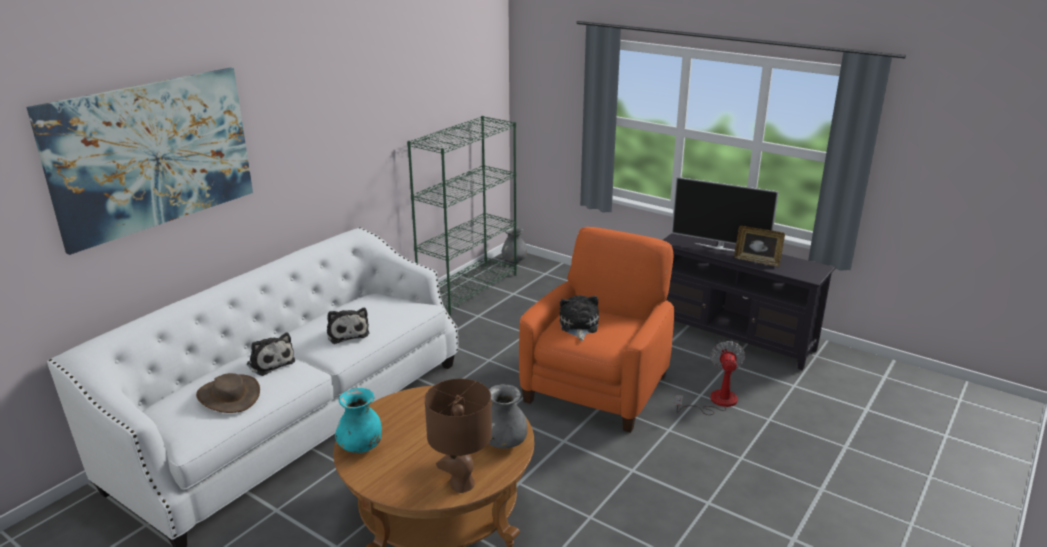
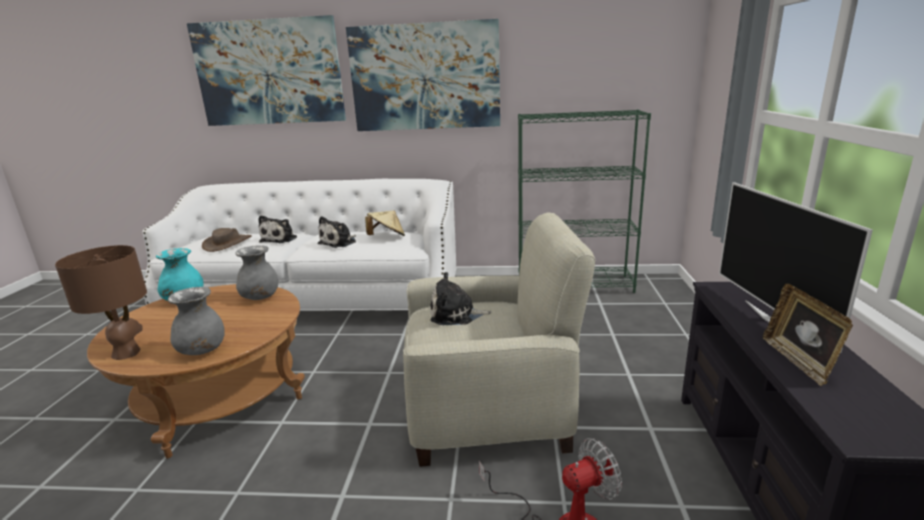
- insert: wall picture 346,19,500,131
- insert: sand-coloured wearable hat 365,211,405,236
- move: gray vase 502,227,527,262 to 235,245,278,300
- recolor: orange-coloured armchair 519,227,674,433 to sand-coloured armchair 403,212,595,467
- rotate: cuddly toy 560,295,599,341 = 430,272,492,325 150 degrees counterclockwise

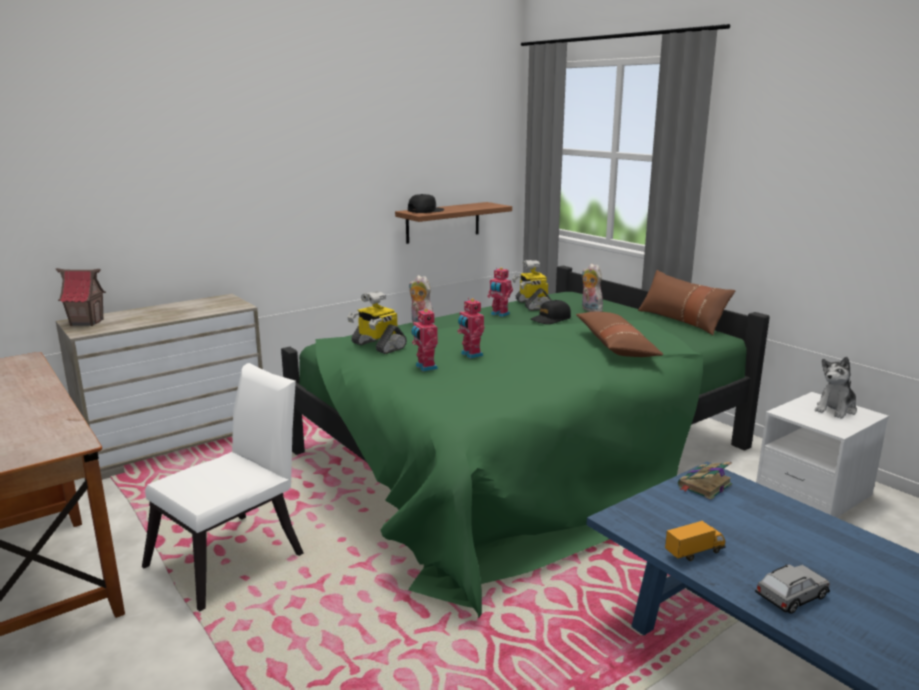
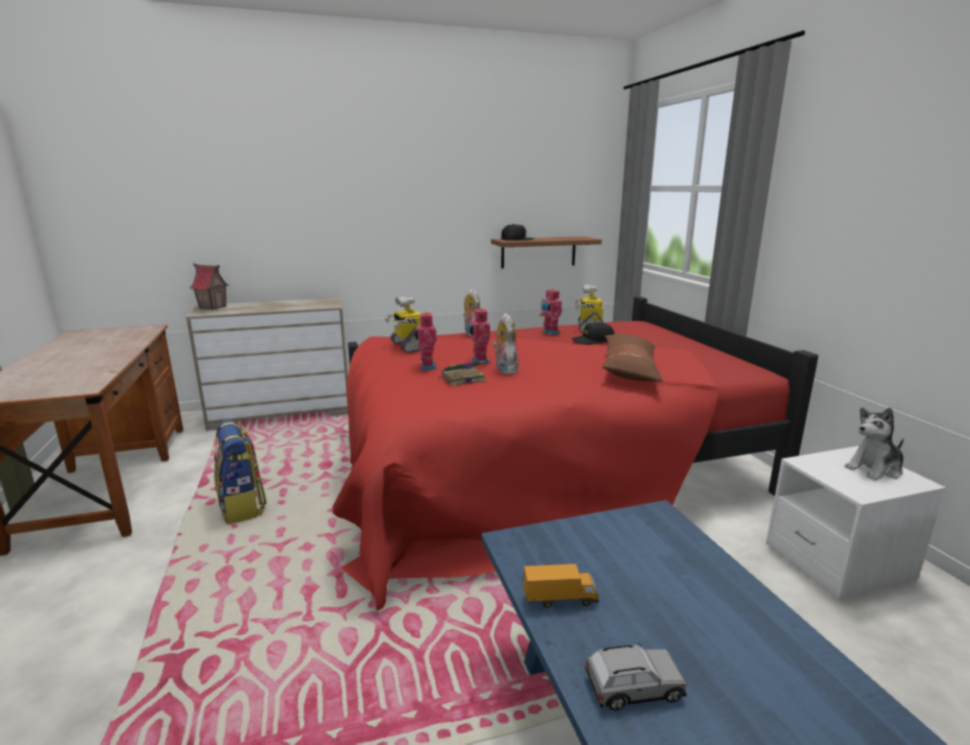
- delete: brown-coloured cushion 638,270,736,335
- move: cuddly toy 582,264,603,312 to 493,313,519,375
- move: volume 678,462,732,500 to 437,361,486,386
- replace: white plain chair 142,363,303,611 to backpack 214,420,267,524
- recolor: green bed 281,266,770,618 to reddish bed 332,296,818,611

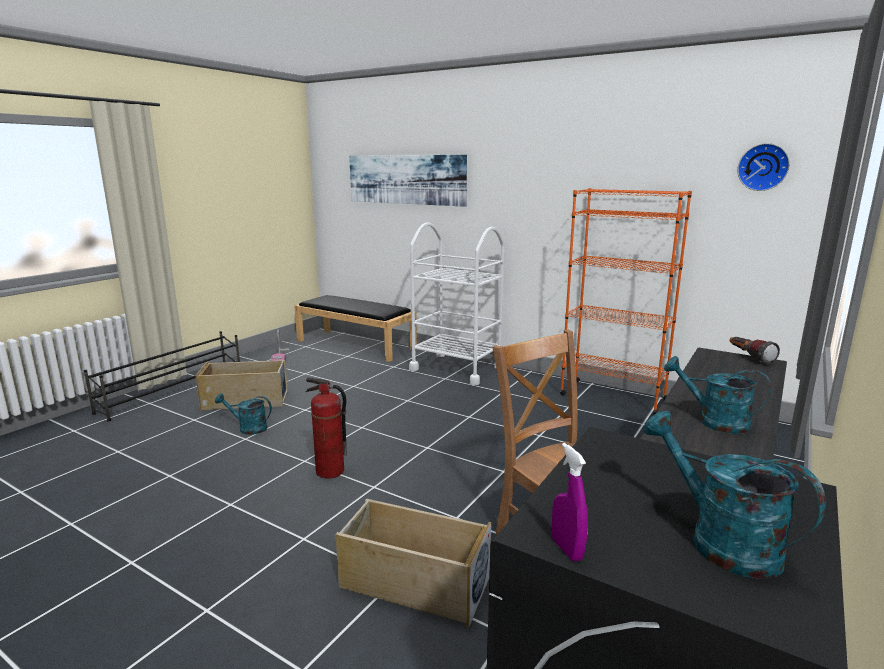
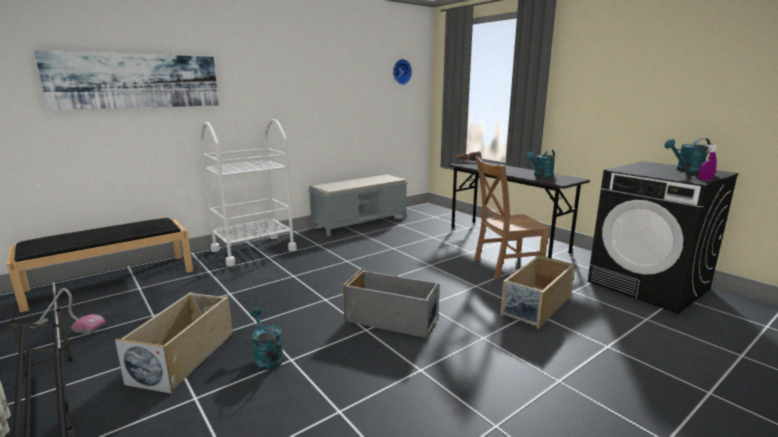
- replace: fire extinguisher 306,377,347,479 to gray storage bin 343,268,440,338
- replace: orange-coloured bookcase 560,188,692,415 to gray bench 308,174,408,236
- rotate: turquoise watering can 215,393,272,435 = 250,308,284,370 120 degrees clockwise

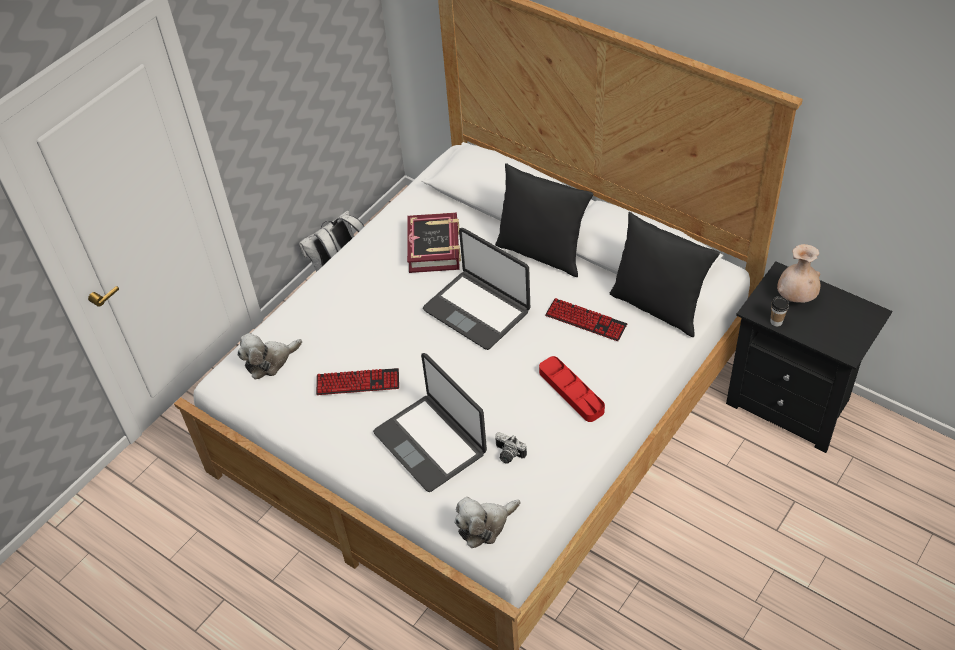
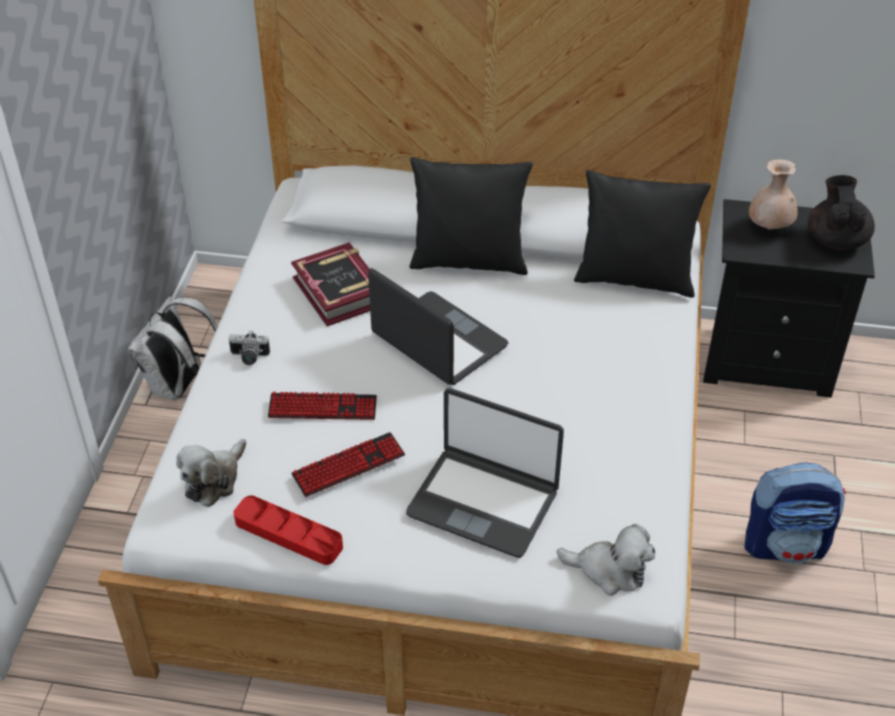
- delete: small cup 770,296,789,326
- insert: backpack 745,462,846,564
- insert: black pot for tea 808,175,875,250
- move: still camera 495,432,527,464 to 229,331,270,365
- move: reddish carrying tray 539,356,605,422 to 234,495,343,565
- move: PC keyboard 545,298,627,341 to 268,392,377,420
- rotate: portable computer 423,228,530,350 = 368,268,509,385 150 degrees counterclockwise
- rotate: cuddly toy 455,497,520,548 = 557,524,655,596 105 degrees counterclockwise

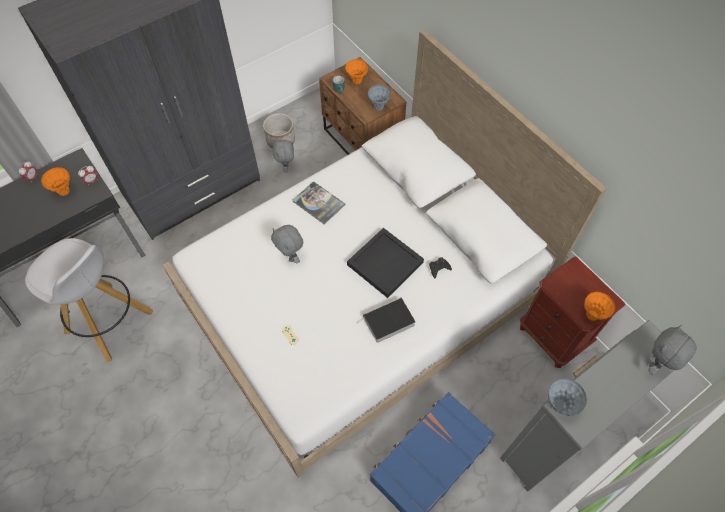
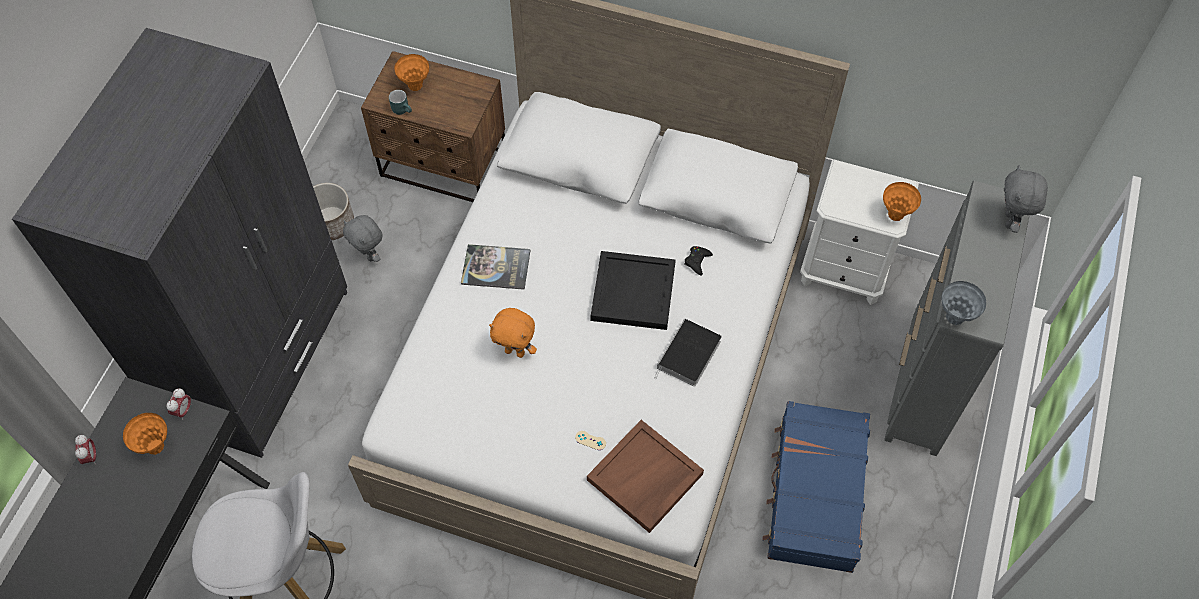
- delete: gray vase 368,85,391,111
- insert: brown-coloured carrying tray 587,420,704,533
- recolor: gray cuddly toy 271,225,303,264 to orange-coloured cuddly toy 489,308,537,358
- recolor: brown-coloured bedside table 520,256,625,368 to white bedside table 800,160,919,305

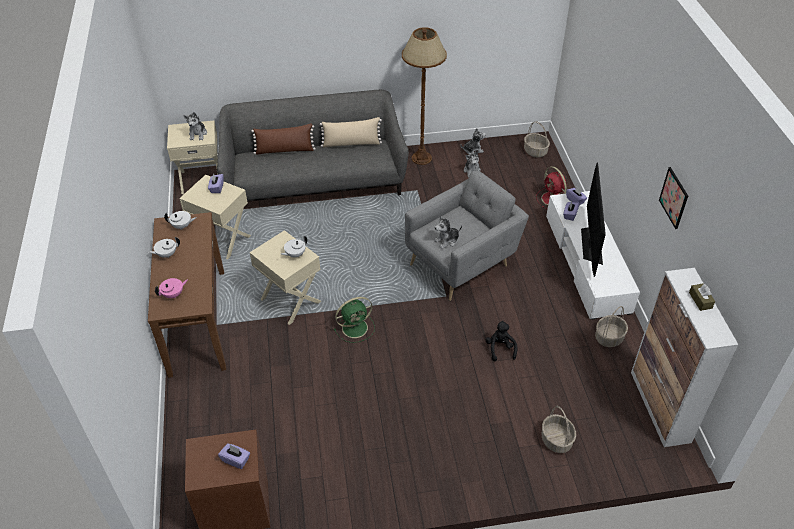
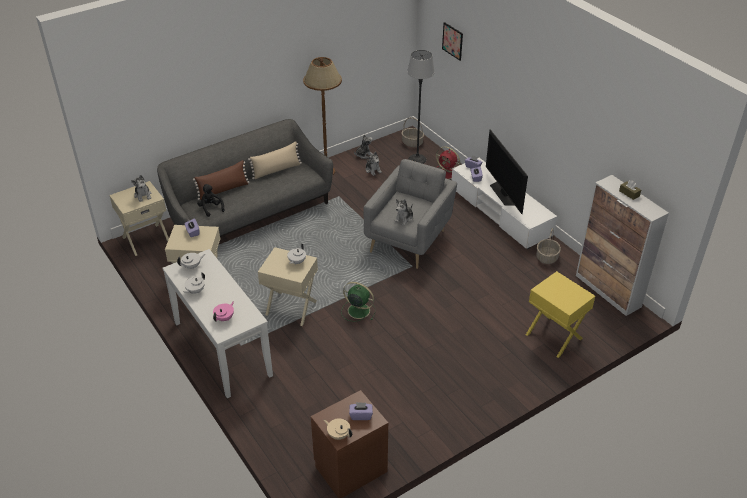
- insert: sand-coloured pot for tea 324,418,352,440
- insert: standard lamp 407,50,435,164
- move: black cuddly toy 485,321,517,361 to 197,184,224,217
- move: wall picture 659,167,688,229 to 442,22,463,61
- replace: household basket 542,406,576,453 to yellow-coloured side table 526,271,595,358
- recolor: brown-coloured narrow table 148,212,226,378 to white narrow table 162,249,273,398
- rotate: green cooling fan 334,297,375,343 = 341,282,375,321 105 degrees counterclockwise

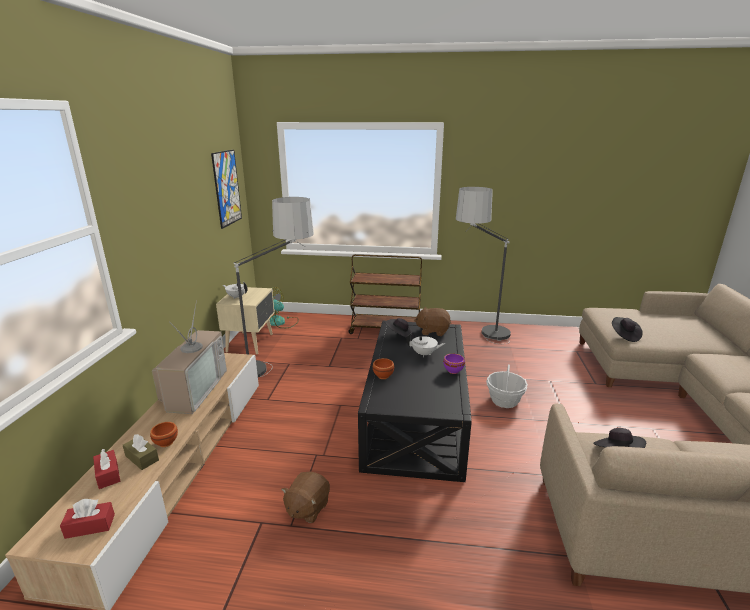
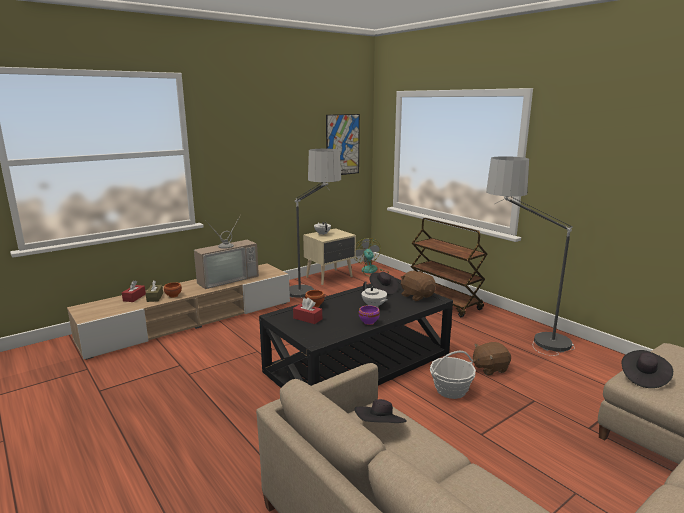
- move: reddish tissue holder 60,499,115,539 to 293,298,322,324
- move: brown-coloured cuddly toy 281,472,330,523 to 473,342,511,376

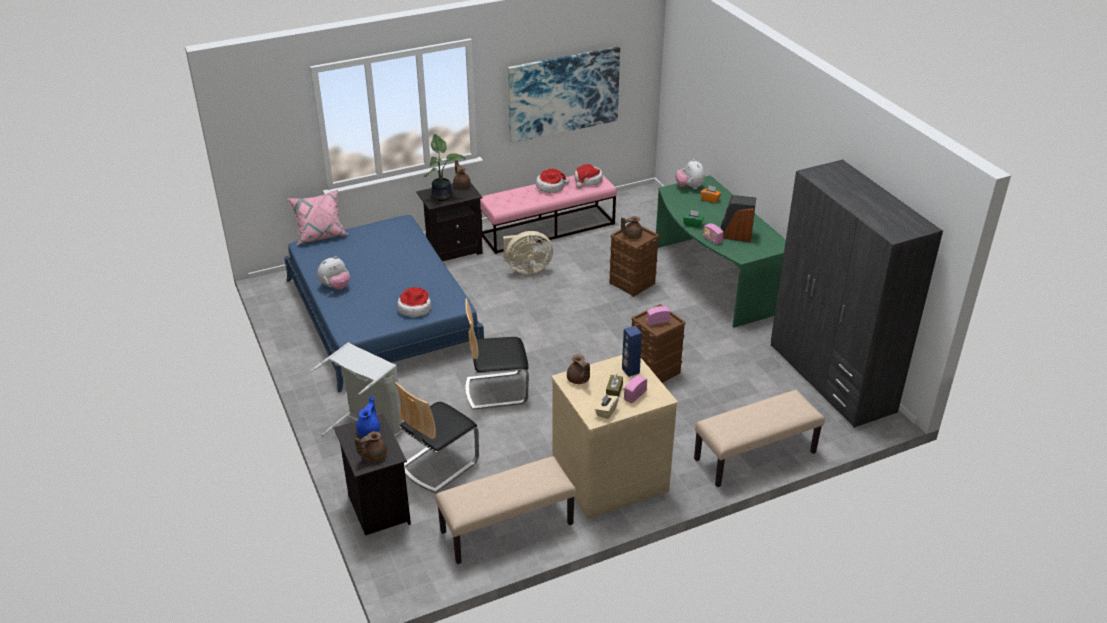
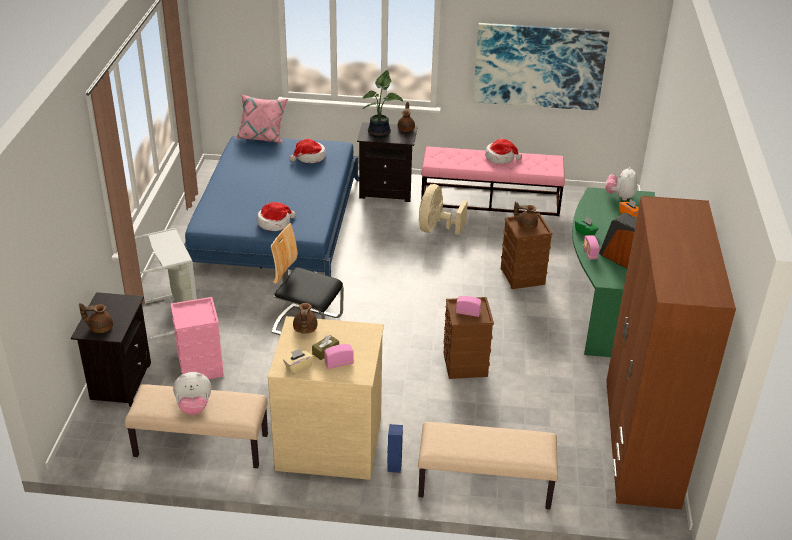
- delete: blue-coloured pot for tea 356,396,380,437
- move: cuddly toy 317,256,350,289 to 173,372,211,415
- move: wearable hat 575,164,603,188 to 290,139,326,163
- move: blue-coloured loudspeaker 622,326,642,377 to 387,424,403,473
- replace: plain chair 395,382,479,493 to pink-coloured storage bin 170,297,224,379
- recolor: gray clothes cupboard 771,160,943,428 to brown-coloured clothes cupboard 606,196,736,509
- rotate: sand-coloured cooling fan 503,231,553,274 = 419,184,468,235 90 degrees clockwise

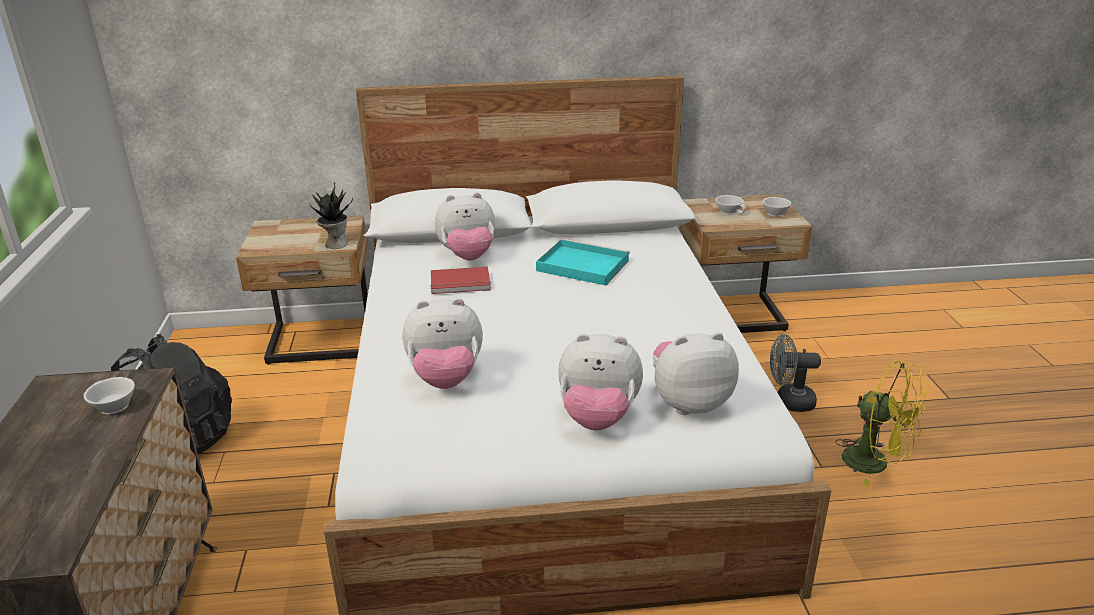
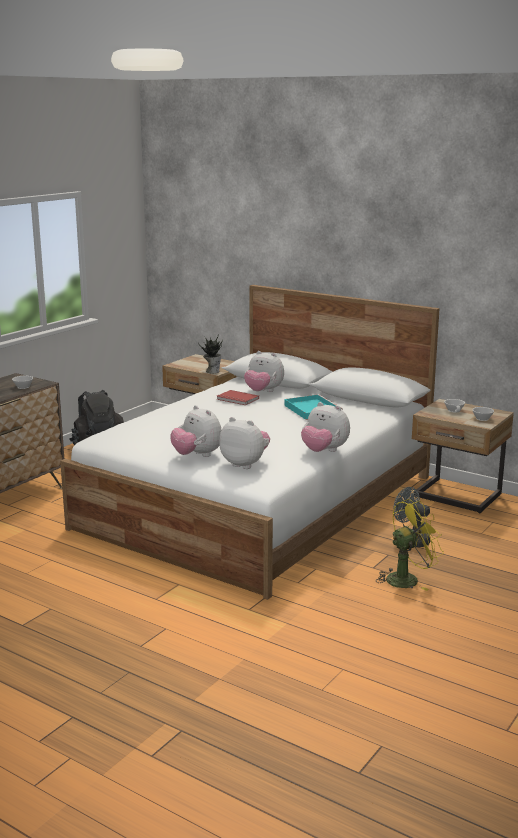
- move: cuddly toy 402,298,483,389 to 301,402,350,452
- rotate: yellow-coloured cooling fan 835,361,927,487 = 377,499,444,591 105 degrees counterclockwise

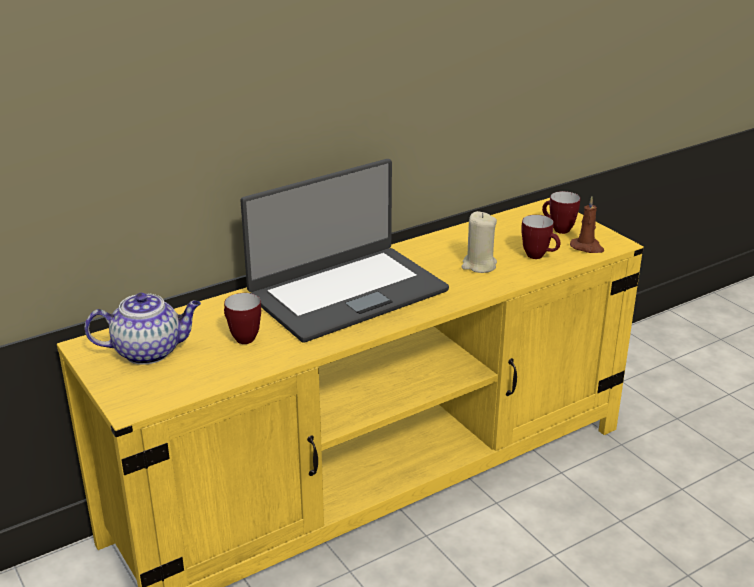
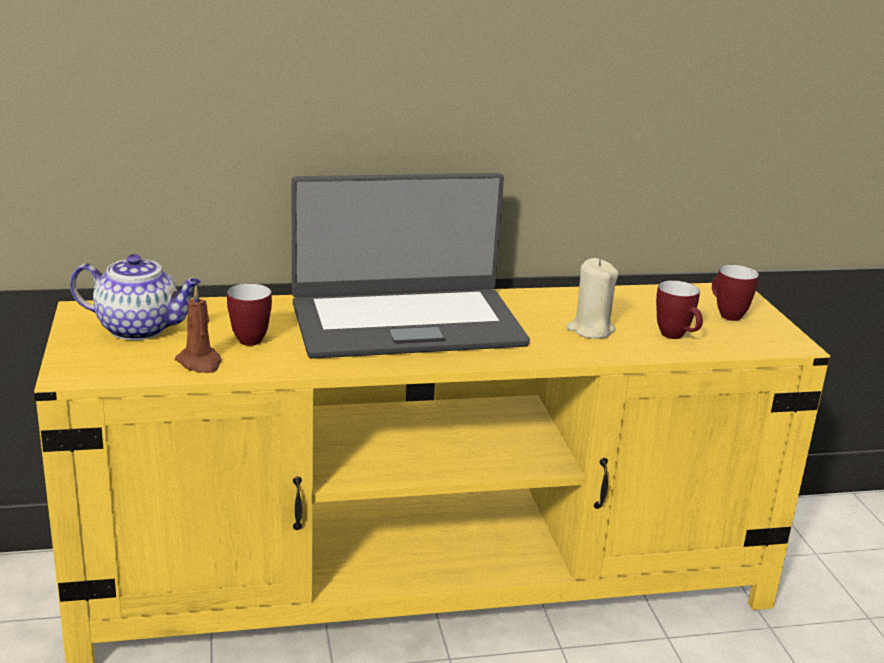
- move: brown-coloured candle 570,196,604,253 to 175,285,222,373

